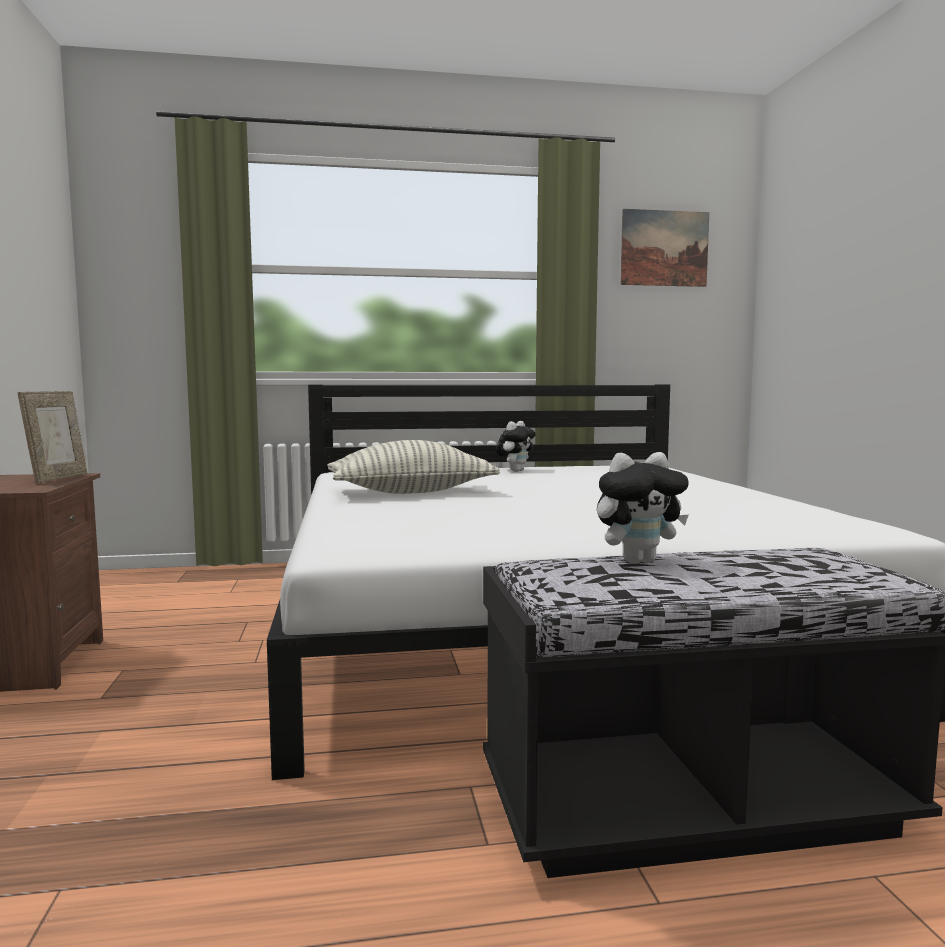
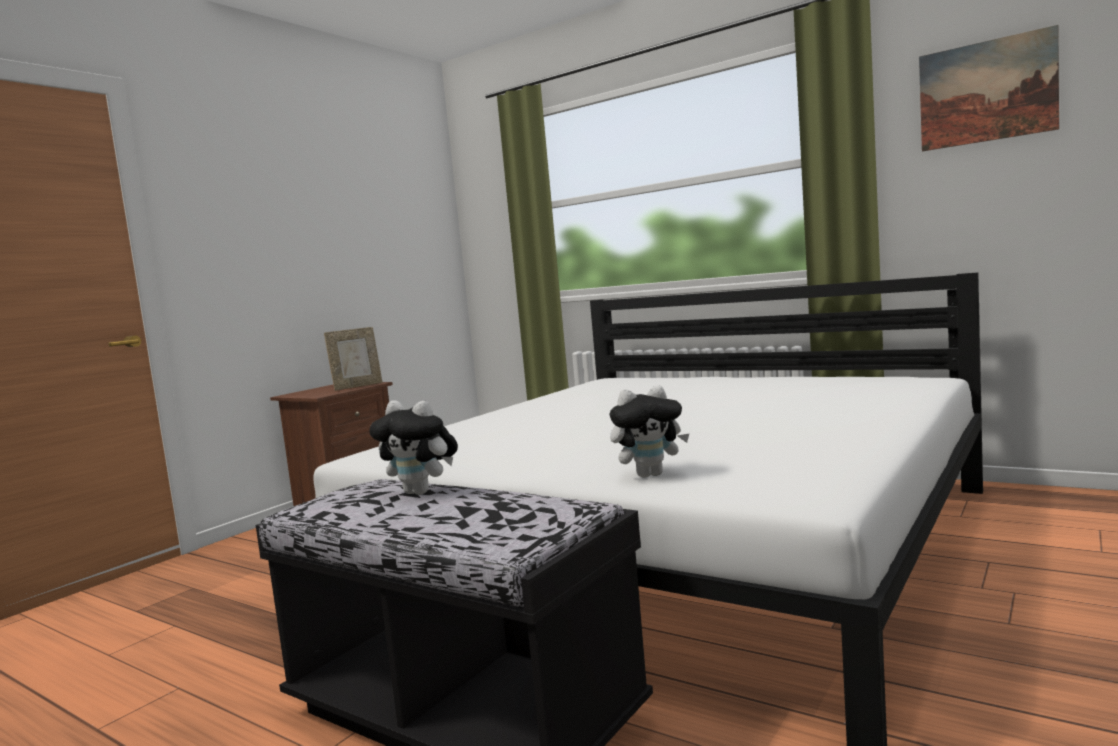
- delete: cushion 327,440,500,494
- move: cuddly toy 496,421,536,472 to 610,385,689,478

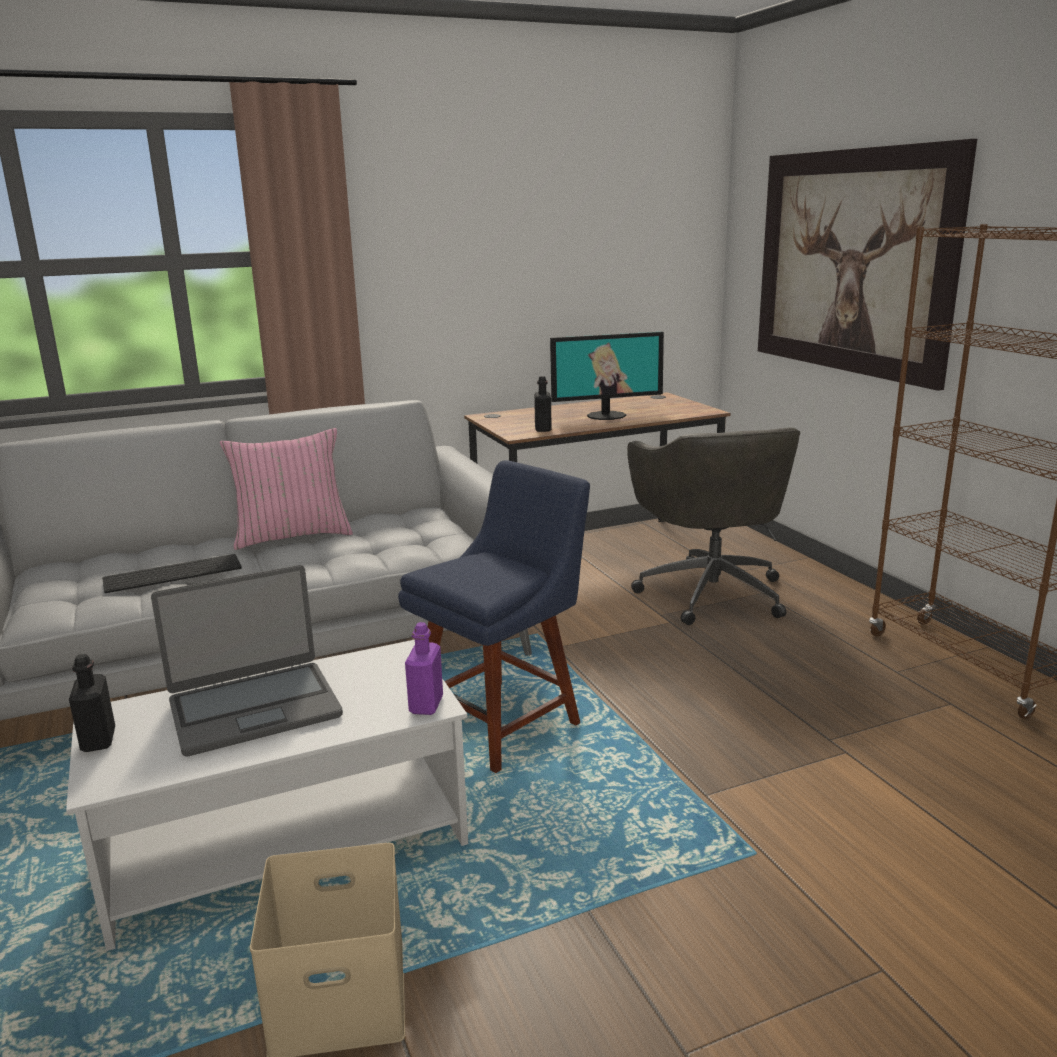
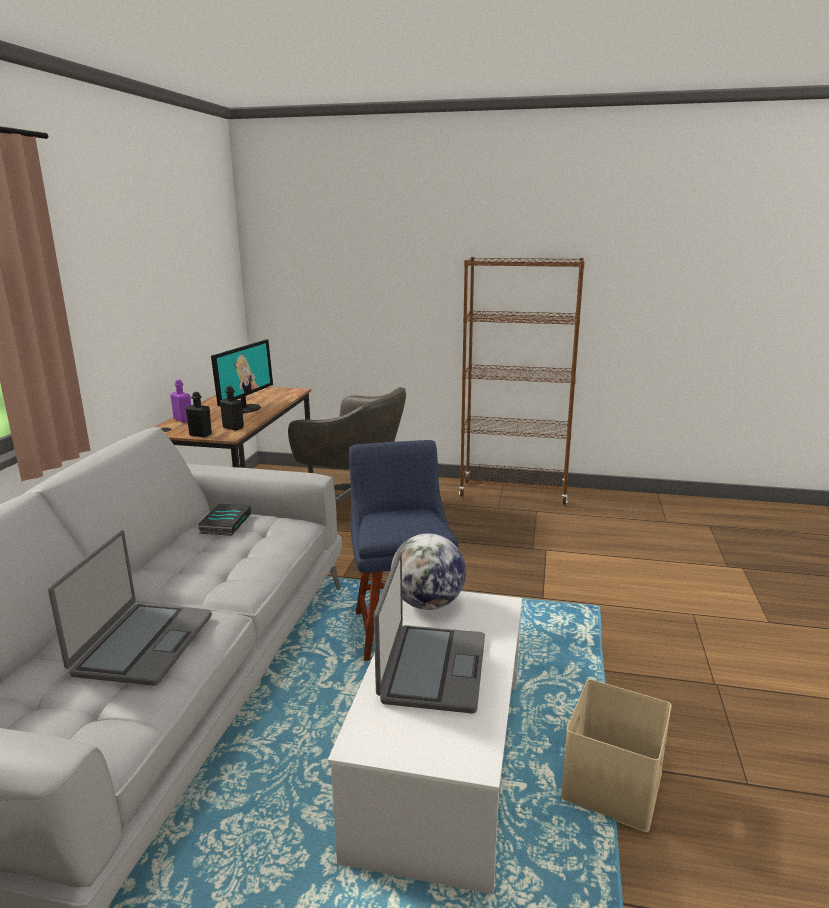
- delete: pink-coloured cushion 220,428,353,550
- delete: wall picture 758,139,977,391
- insert: volume 198,503,251,536
- insert: world globe 391,533,466,610
- move: black bottle 69,654,115,752 to 186,392,212,437
- move: purplish bottle 405,622,443,715 to 170,380,191,423
- replace: PC keyboard 102,554,242,593 to portable computer 48,530,212,686

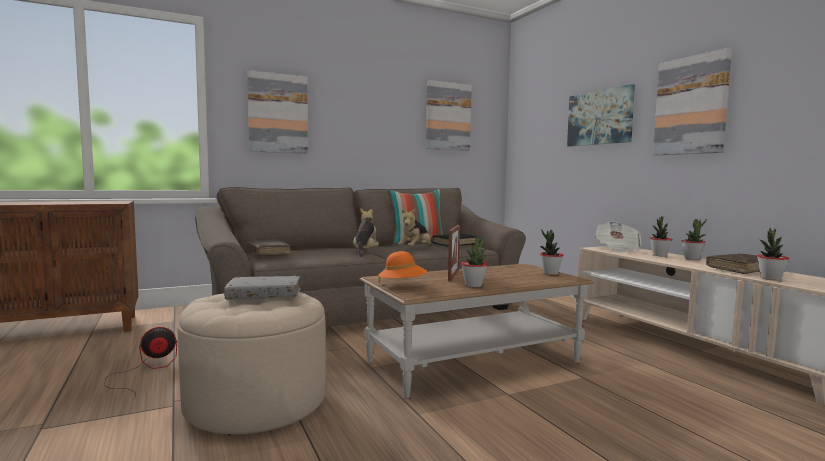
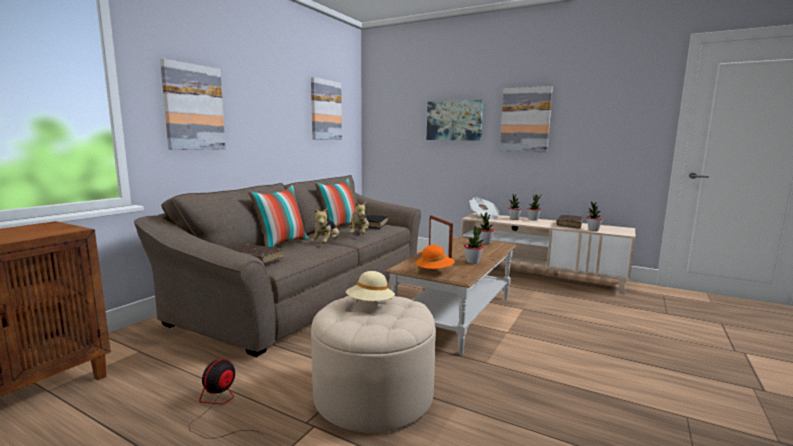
- insert: cushion 248,186,308,247
- replace: gray volume 224,275,300,300 to sand-coloured wearable hat 346,271,395,301
- rotate: cuddly toy 353,208,379,257 = 311,208,339,243 135 degrees counterclockwise

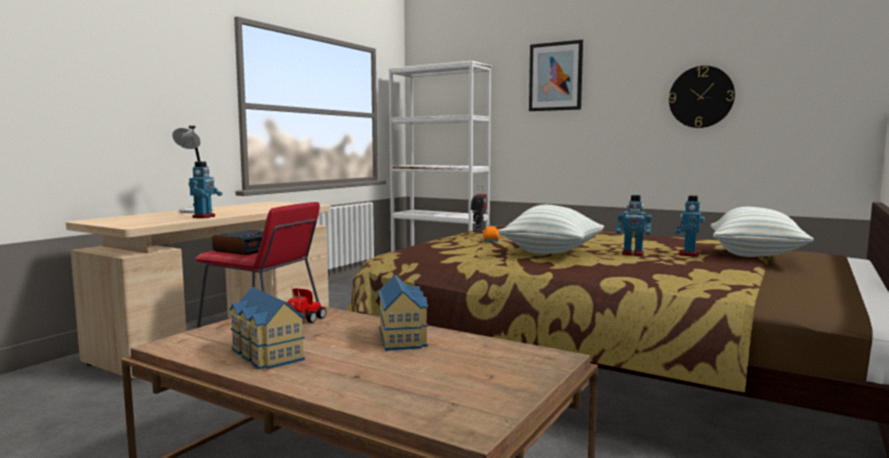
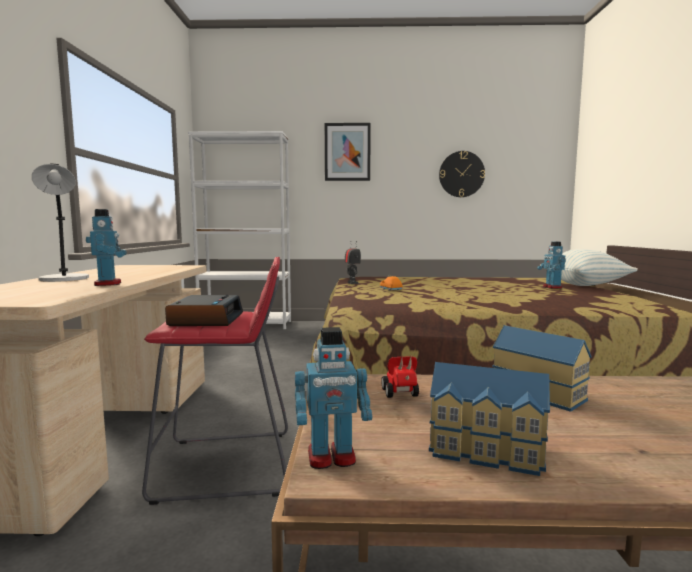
- delete: cushion 498,205,604,254
- move: toy robot 616,195,652,256 to 295,327,373,469

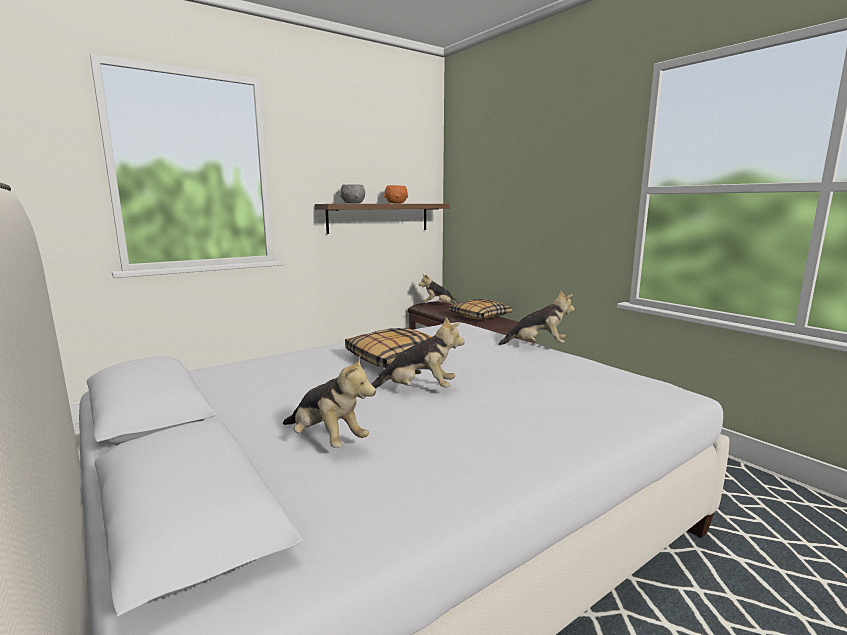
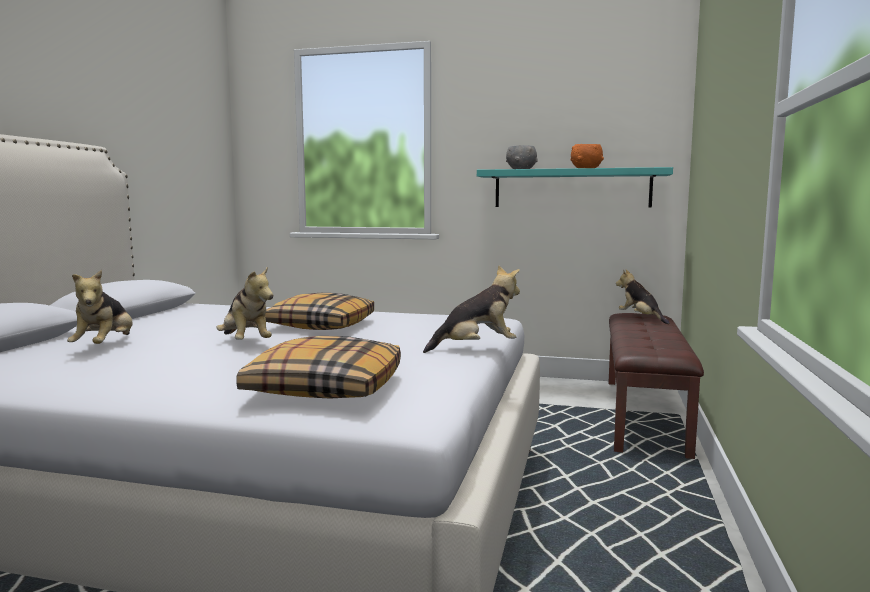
- move: cushion 449,299,512,319 to 236,336,401,399
- recolor: brown-coloured shelf 315,204,450,234 to turquoise shelf 477,167,673,207
- rotate: cuddly toy 498,290,575,345 = 423,265,520,353 75 degrees counterclockwise

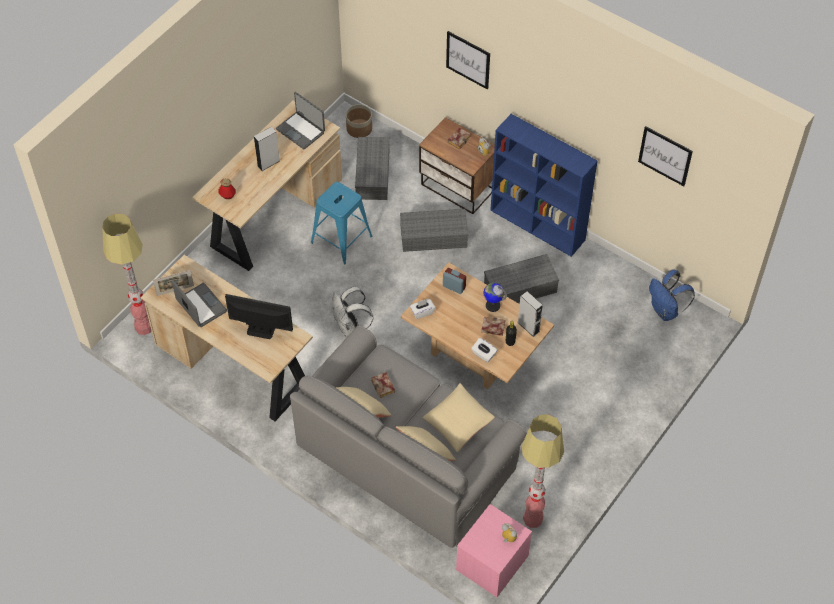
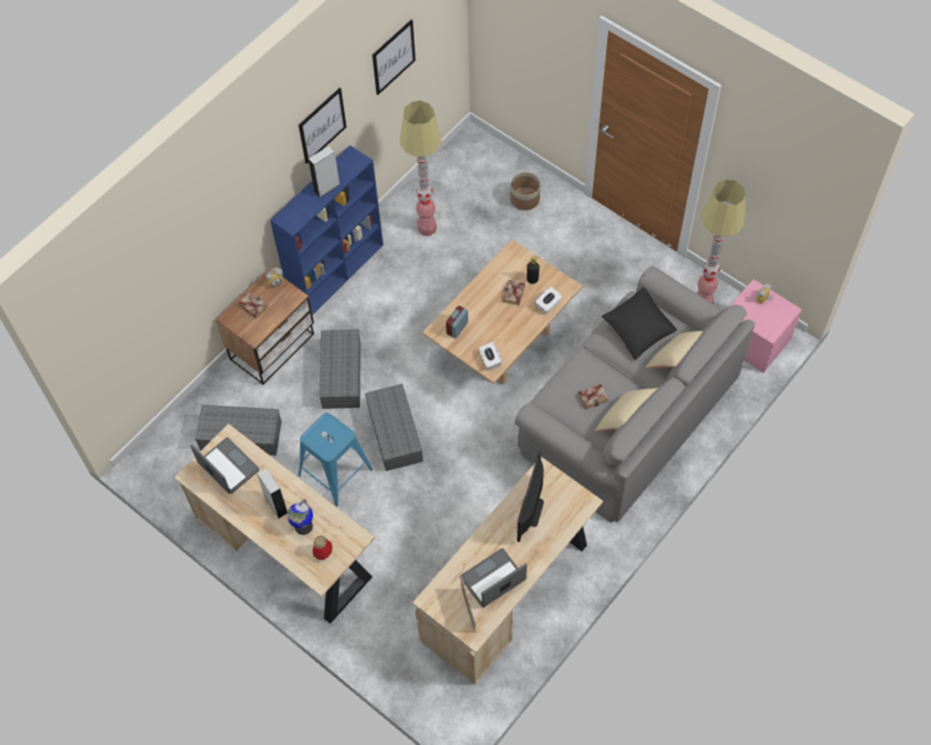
- delete: white backpack 332,287,373,337
- delete: blue-coloured backpack 649,269,695,321
- move: standard lamp 102,214,151,335 to 400,101,442,236
- move: flower pot 346,104,372,138 to 510,172,541,210
- move: wall picture 446,31,490,90 to 298,88,346,164
- move: gray storage bin 484,254,559,303 to 365,384,423,471
- move: world globe 484,283,507,312 to 287,499,313,535
- move: gray loudspeaker 517,291,543,337 to 308,146,340,198
- recolor: sand-coloured cushion 423,383,495,452 to black cushion 602,287,677,360
- rotate: portable computer 276,92,325,149 = 190,437,259,494 90 degrees counterclockwise

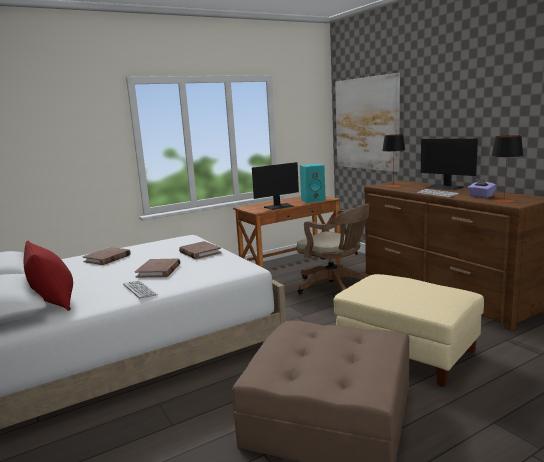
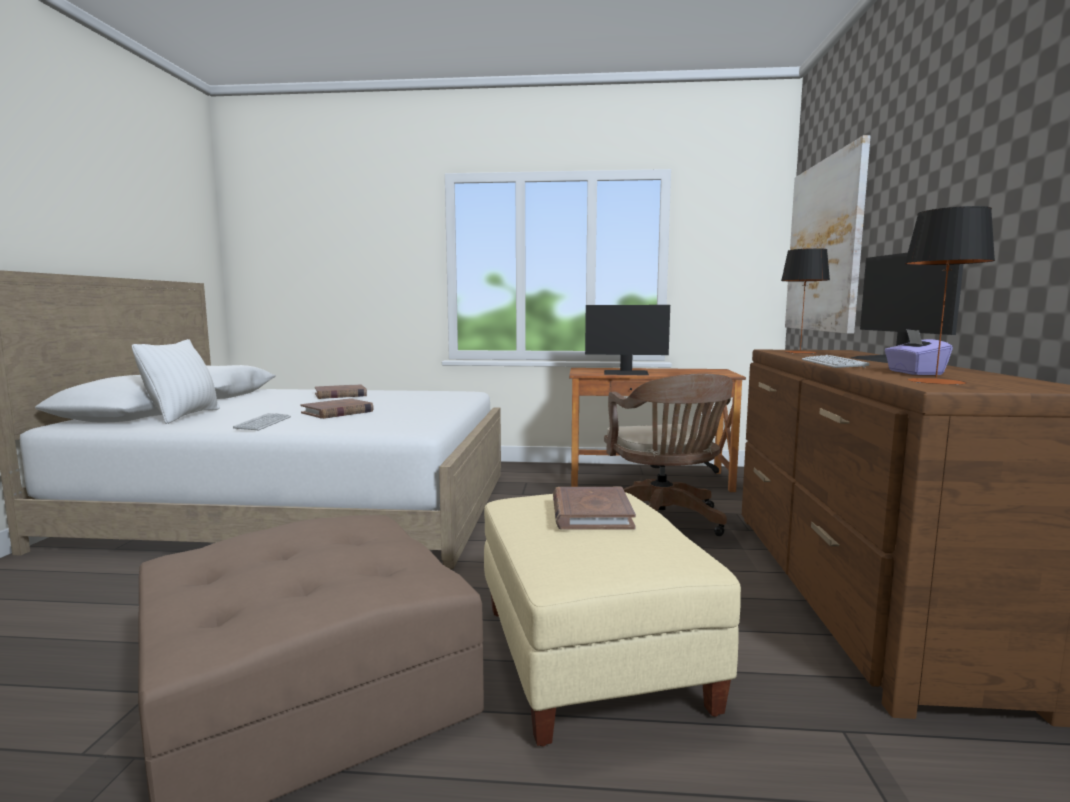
- delete: turquoise loudspeaker 300,164,326,203
- move: brown-coloured volume 179,241,221,259 to 553,487,636,530
- recolor: reddish cushion 24,241,73,311 to white cushion 132,339,220,424

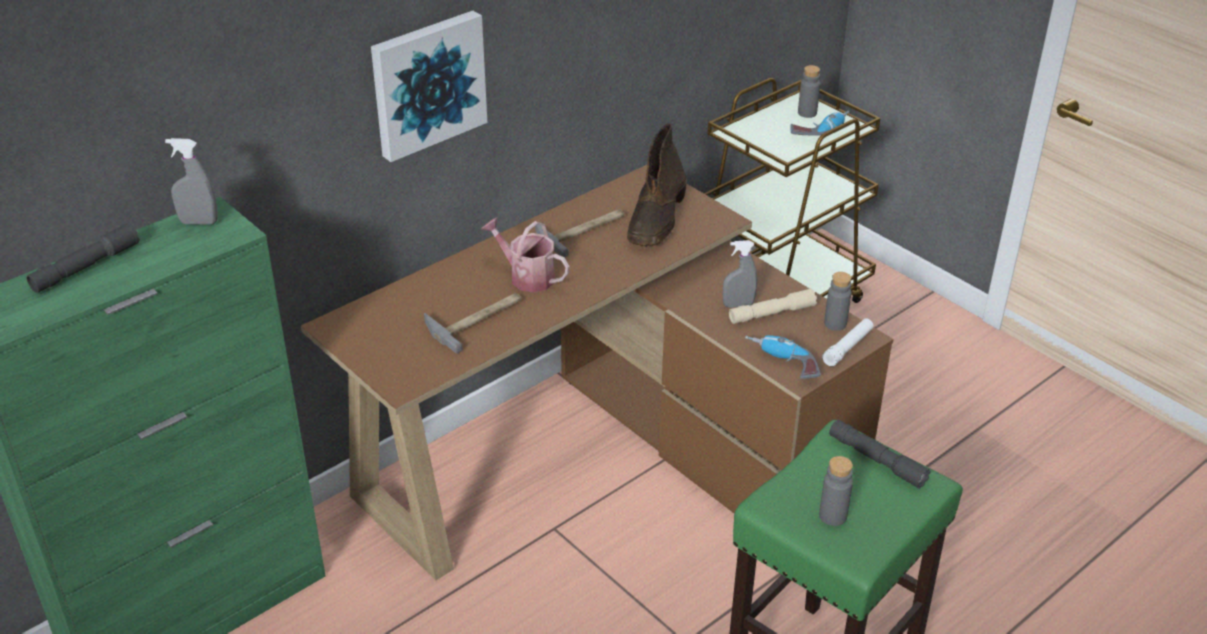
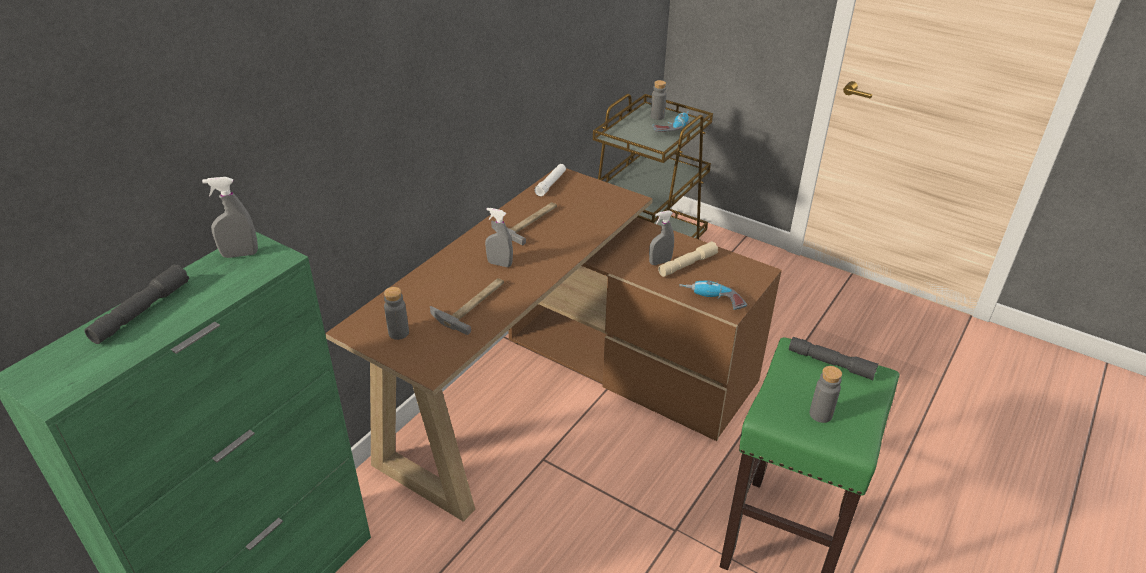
- delete: wall picture 371,11,487,162
- delete: brown-coloured tall boot 627,123,687,247
- move: white hand torch 822,318,874,366 to 534,164,566,196
- move: gray bottle 824,272,851,331 to 384,287,409,340
- replace: watering can 481,217,570,293 to gray hand sprayer 485,208,513,267

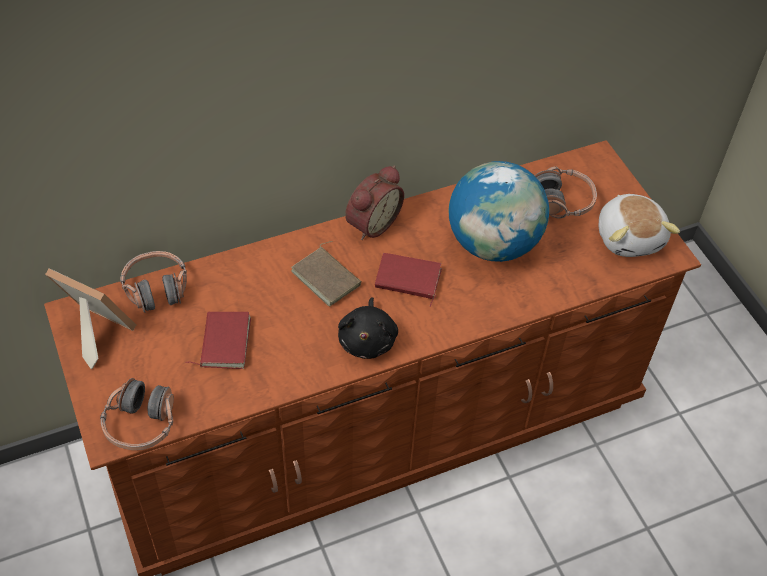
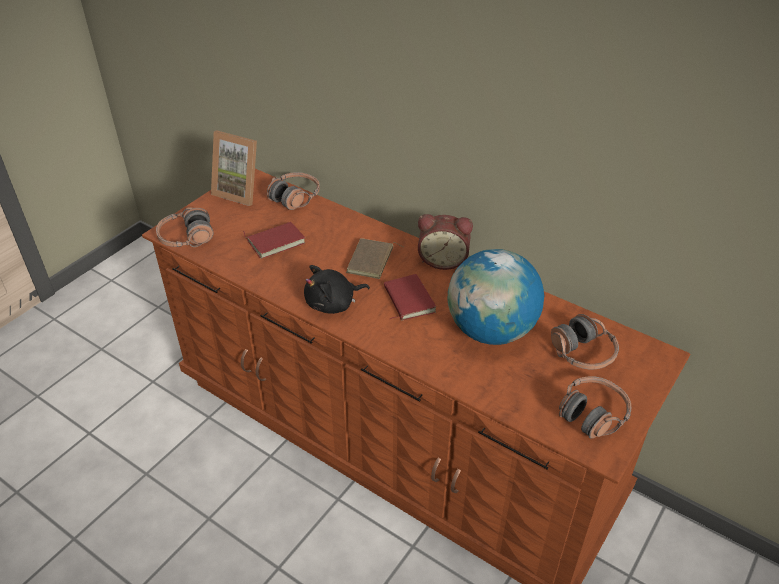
- replace: cuddly toy 599,194,680,257 to pair of headphones 559,376,631,439
- rotate: picture frame 45,268,136,369 = 211,130,257,206 120 degrees clockwise

